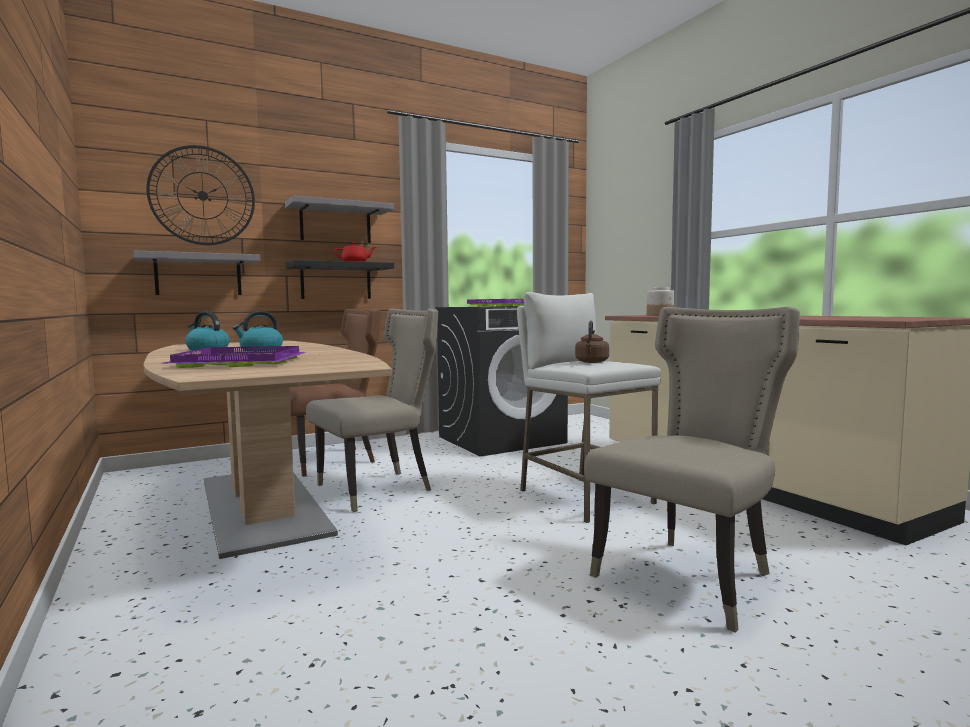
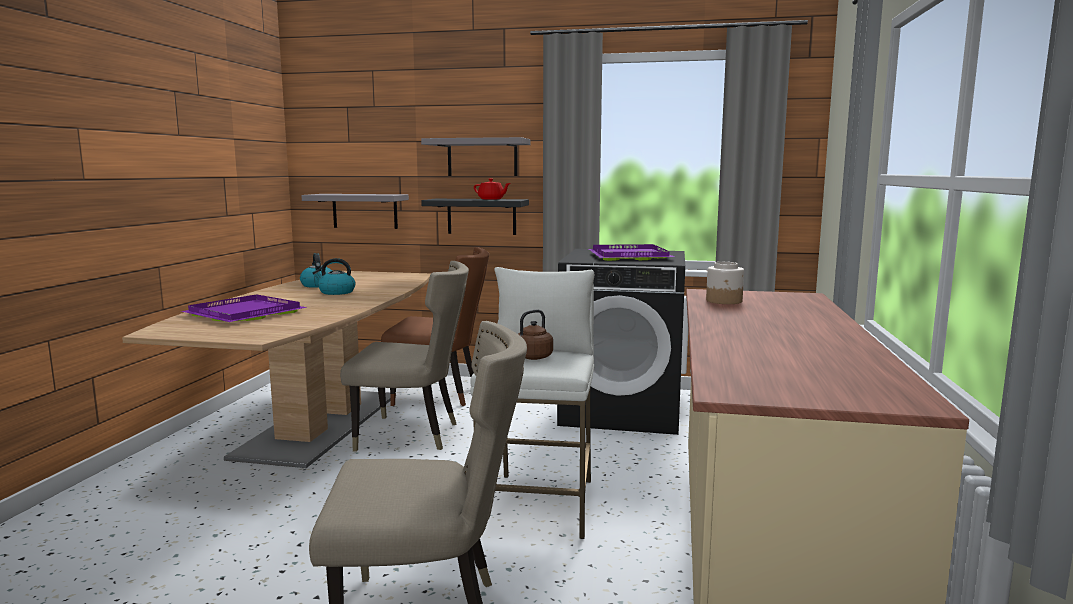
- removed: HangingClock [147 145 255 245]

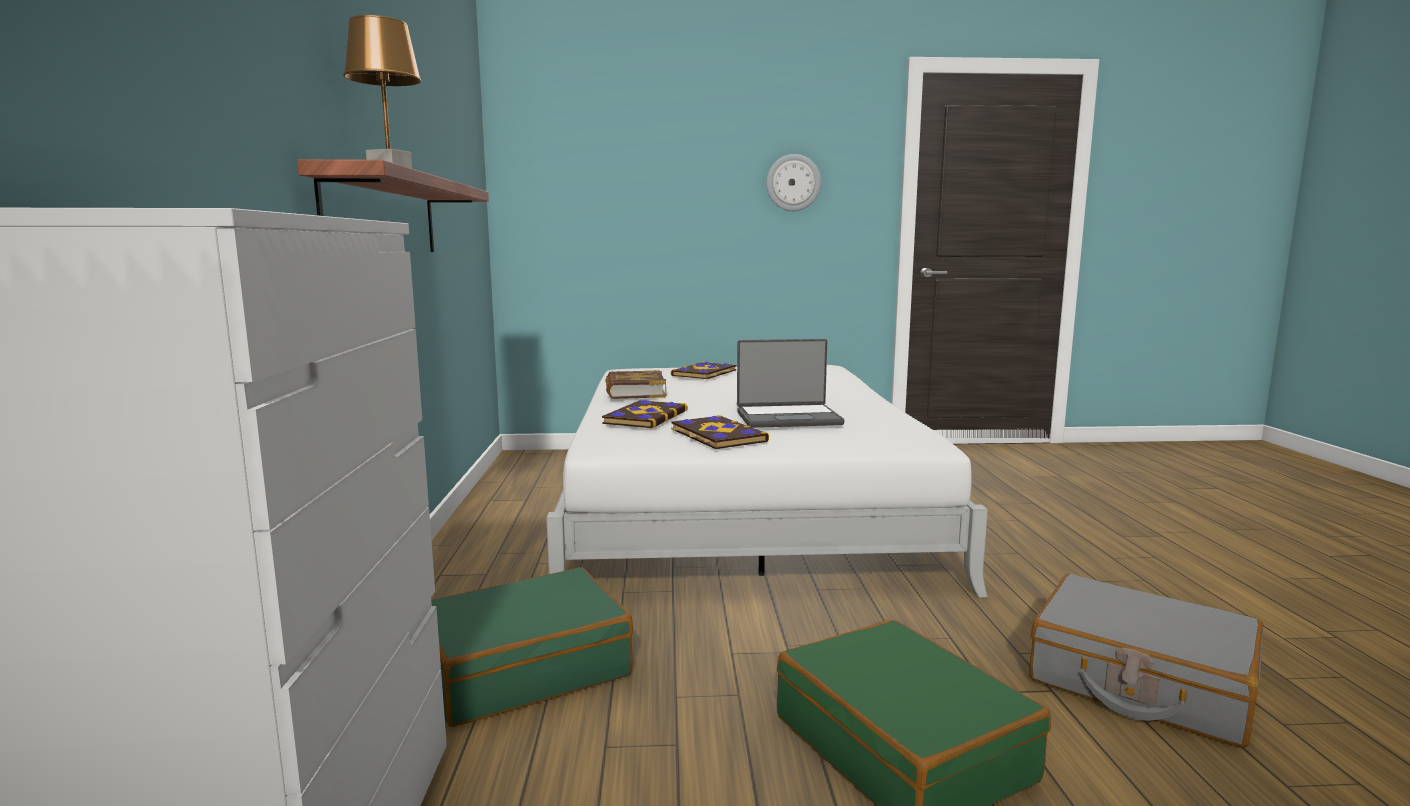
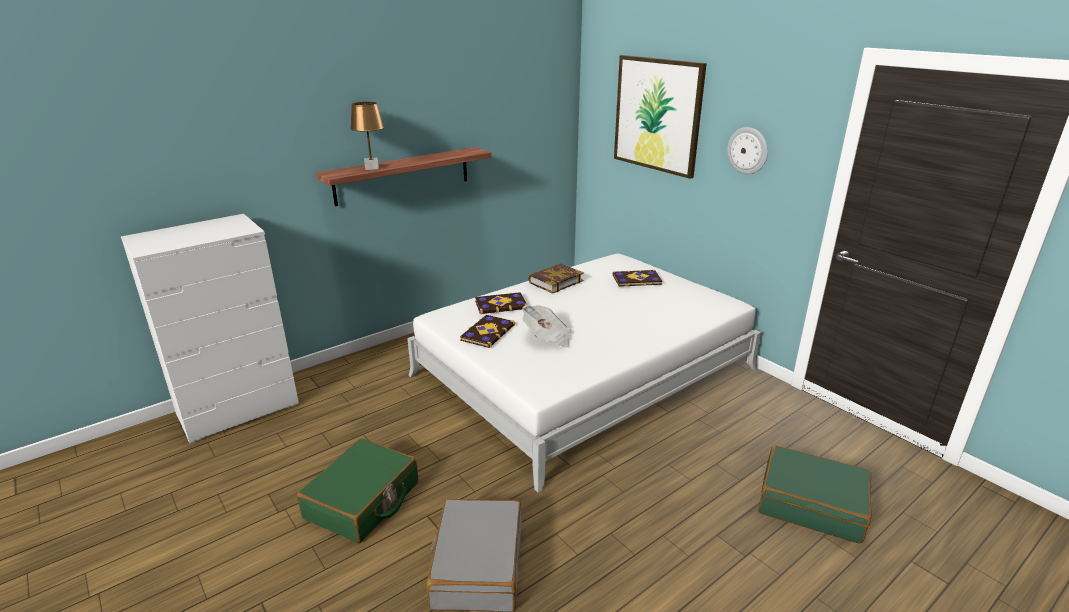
- moved: GreenishSuitcase [431 567 633 727] to [758 445 872 544]
- replaced: PortableComputer [737 339 845 428] to PrintedPaper [522 305 571 347]
- added: WallArt [614 55 707 179]

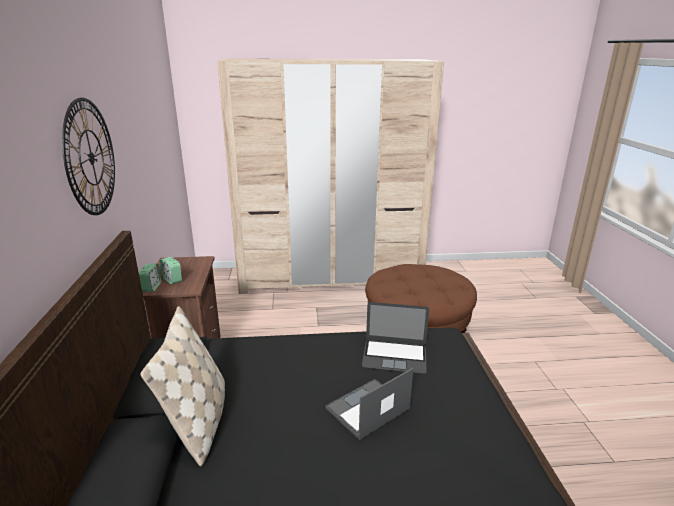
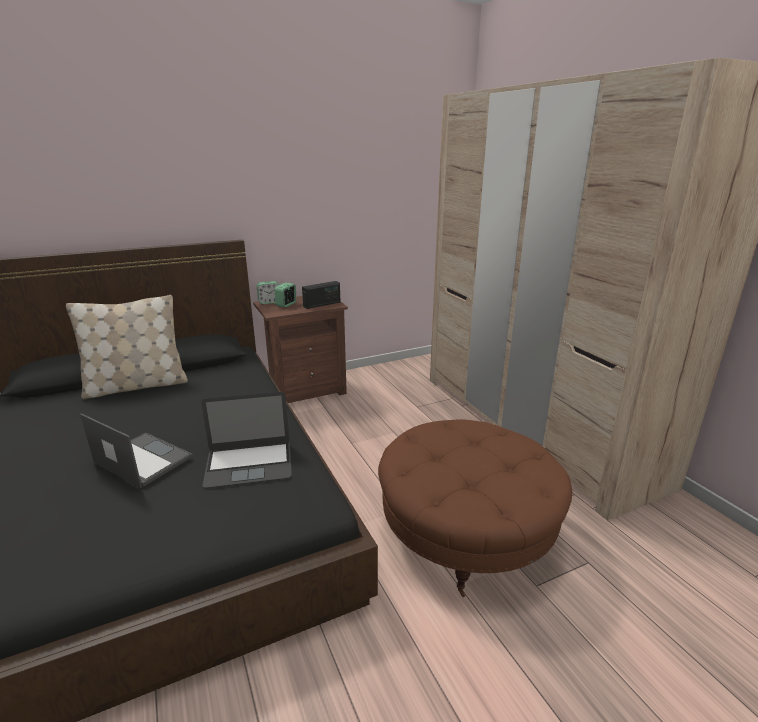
- removed: HangingClock [62 97 115 215]
- turned: PortableComputer [362 302 429 374] = [201 392 292 488] 90 degrees counterclockwise
- added: Radio [302 281 341 309]

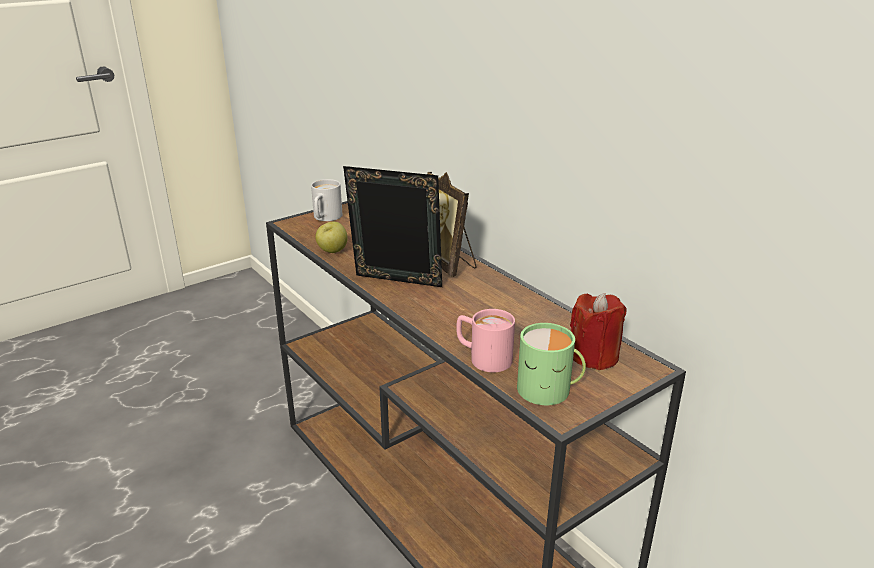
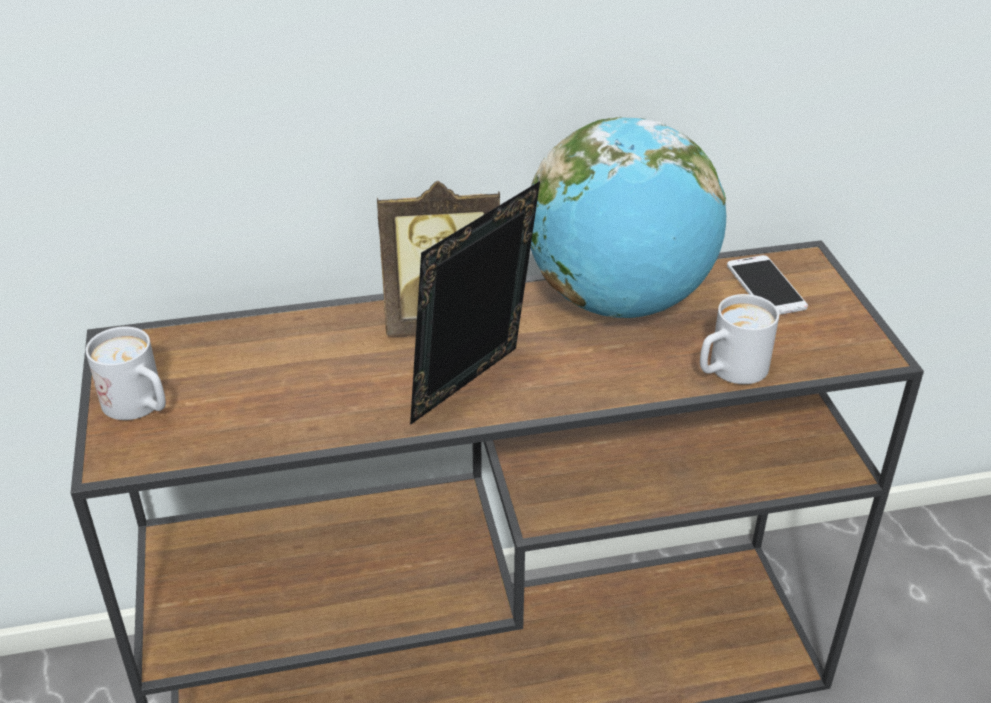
- removed: WholeApple [316 222 348 253]
- recoloured: PinkishTeaMug [456 309 515 373] to WhitishTeaMug [700 294 779 384]
- removed: GreenishTeaMug [517 323 586 405]
- replaced: ReddishWaxCandle [570 293 627 370] to Telephone [727 255 808 315]
- added: DeskGlobe [531 117 726 318]

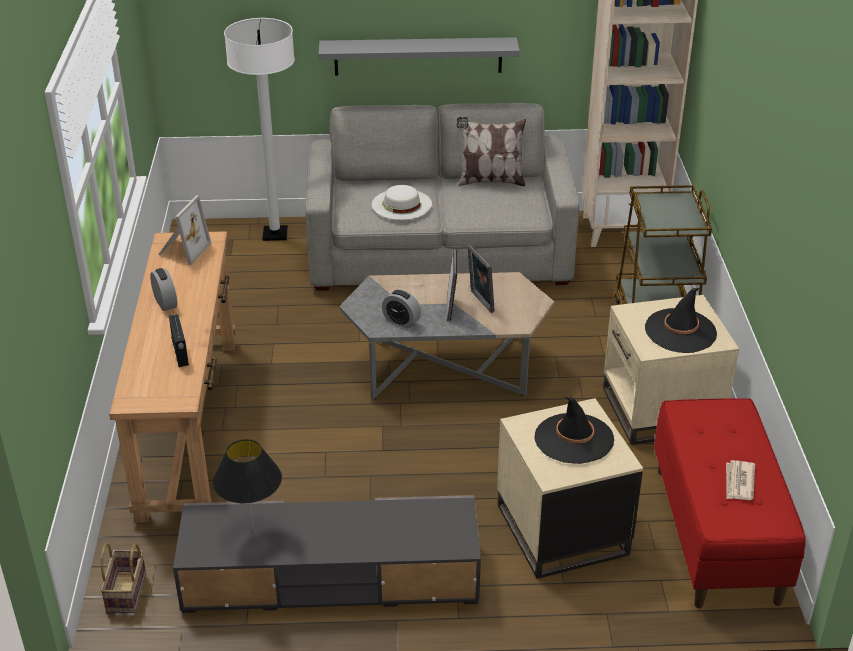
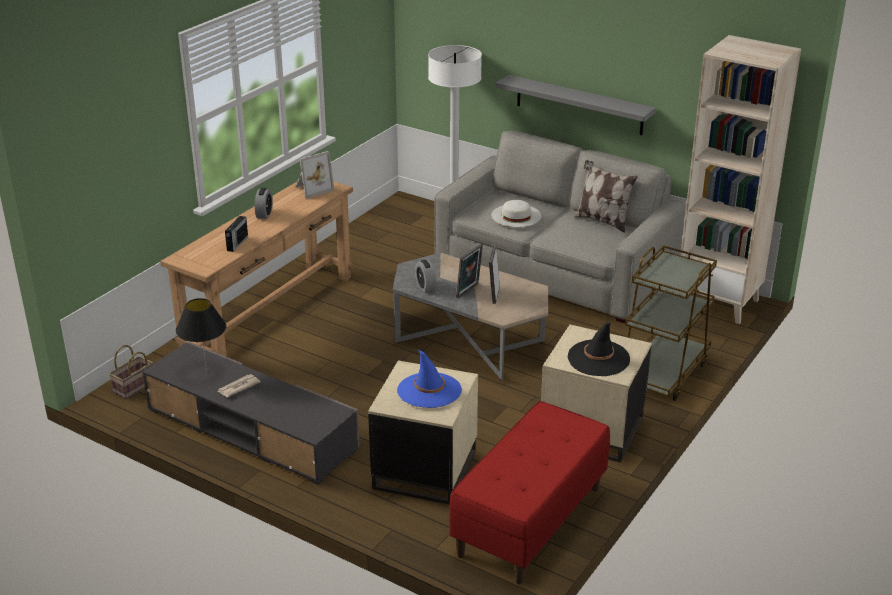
- recoloured: BlackishClothingHat [534 396 614 464] to BlueColouredClothingHat [397 349 462 408]
- moved: PrintedPaper [726 460 755 500] to [217 374 261 397]

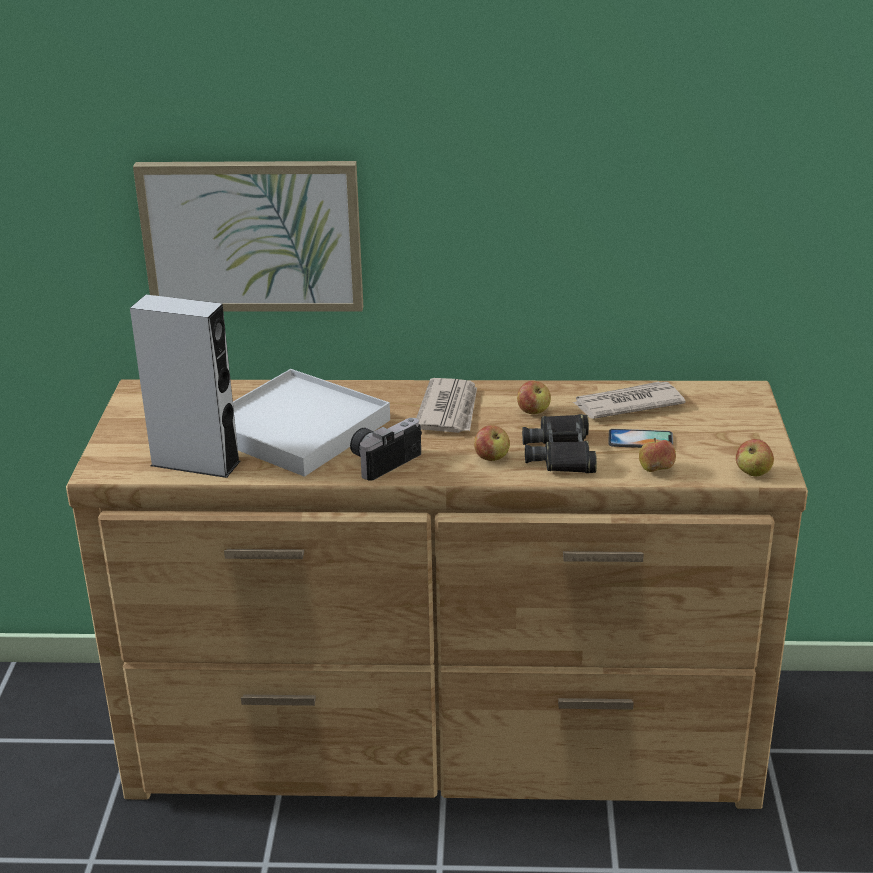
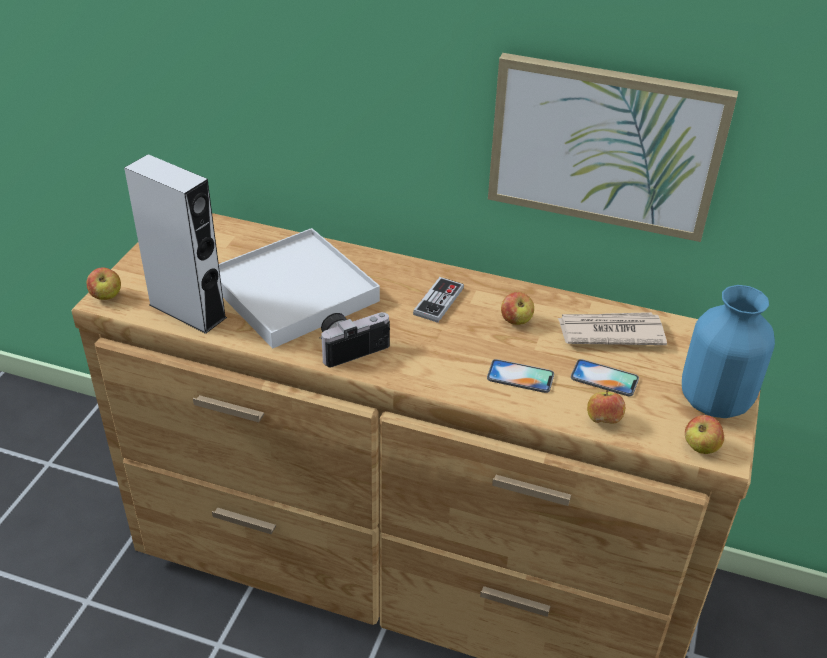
- moved: WallArt [133 161 363 312] to [488 53 738 242]
- replaced: PrintedPaper [416 378 477 433] to Joypad [413 277 464 323]
- moved: WholeApple [474 425 510 461] to [87 267 121 300]
- replaced: BlackishFieldGlasses [522 414 597 473] to Telephone [487 359 554 393]
- added: BlueColouredVase [682 285 775 418]

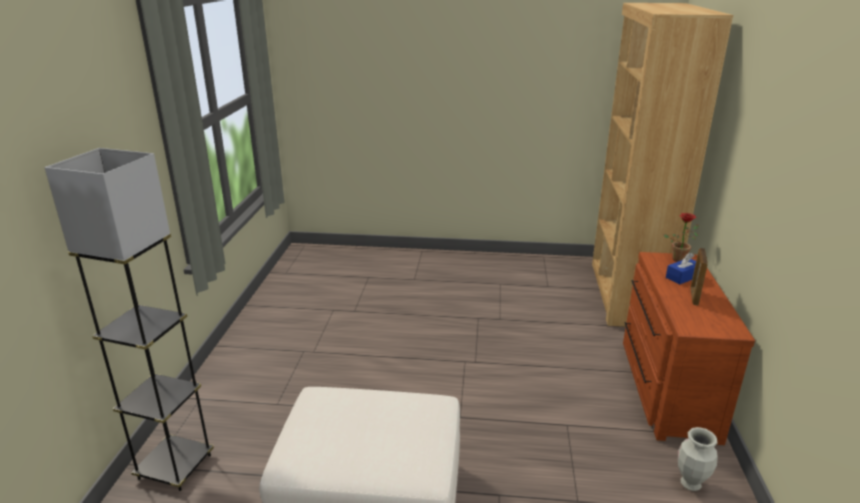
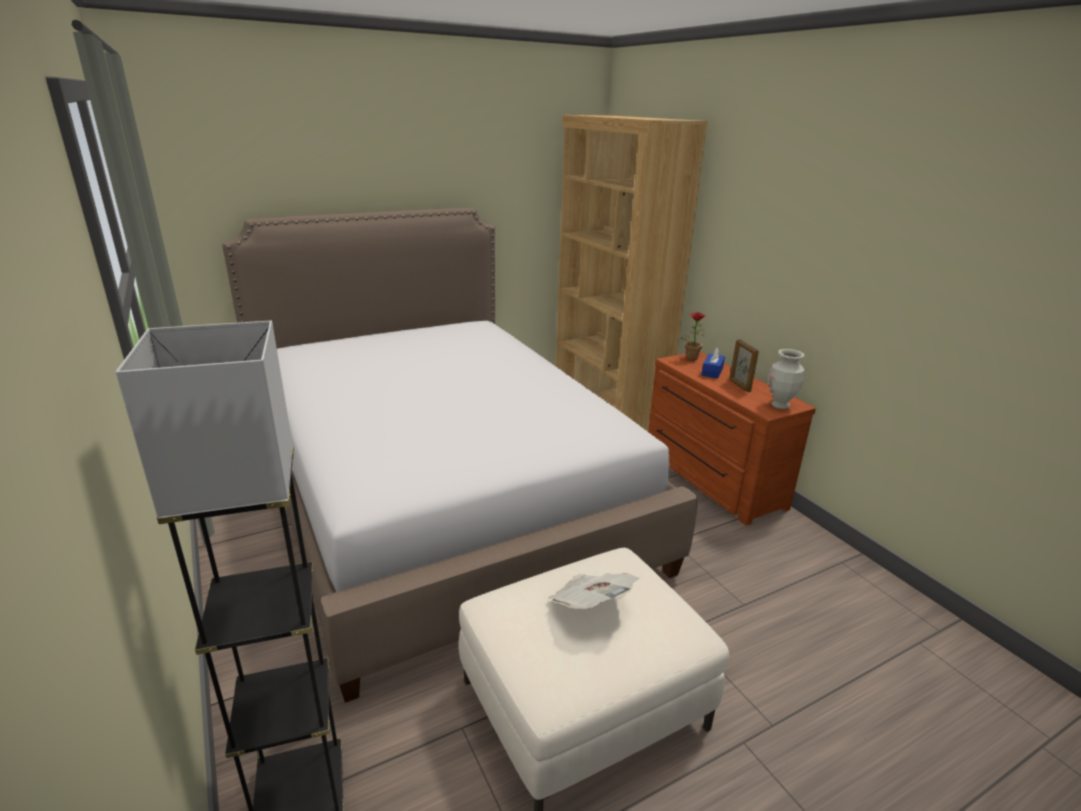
- moved: Vase [678 427 718 491] to [769 349 804 409]
- added: BedroomBed [222 208 698 703]
- added: PrintedPaper [549 573 639 609]

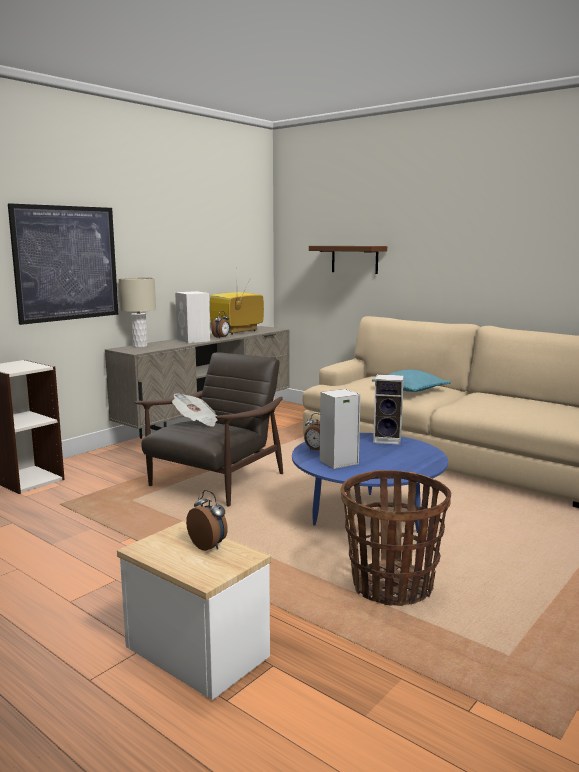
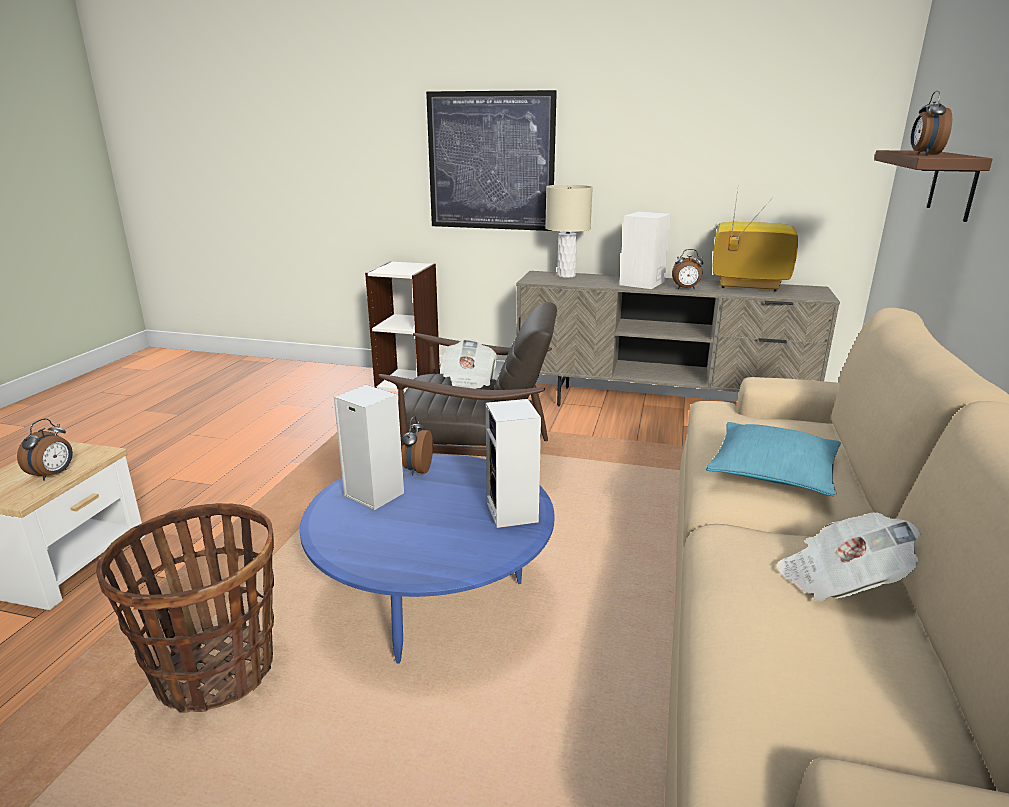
- added: PrintedPaper [777 513 921 602]
- added: AlarmClock [911 91 952 155]

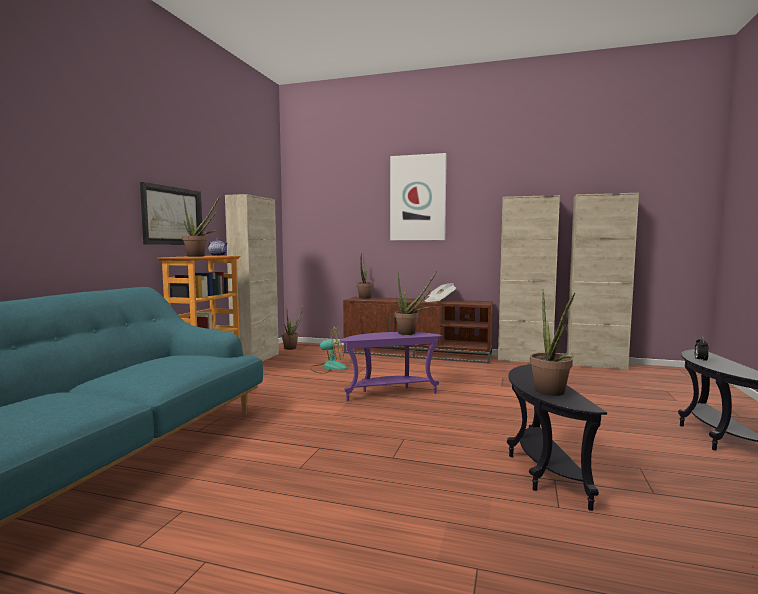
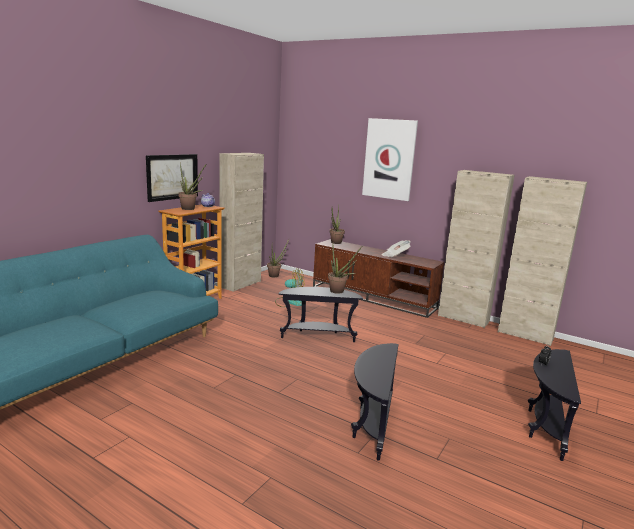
- recoloured: PurpleColouredSideTable [340 332 443 401] to BlackishSideTable [278 287 363 342]
- removed: PottedPlant [530 289 575 396]

